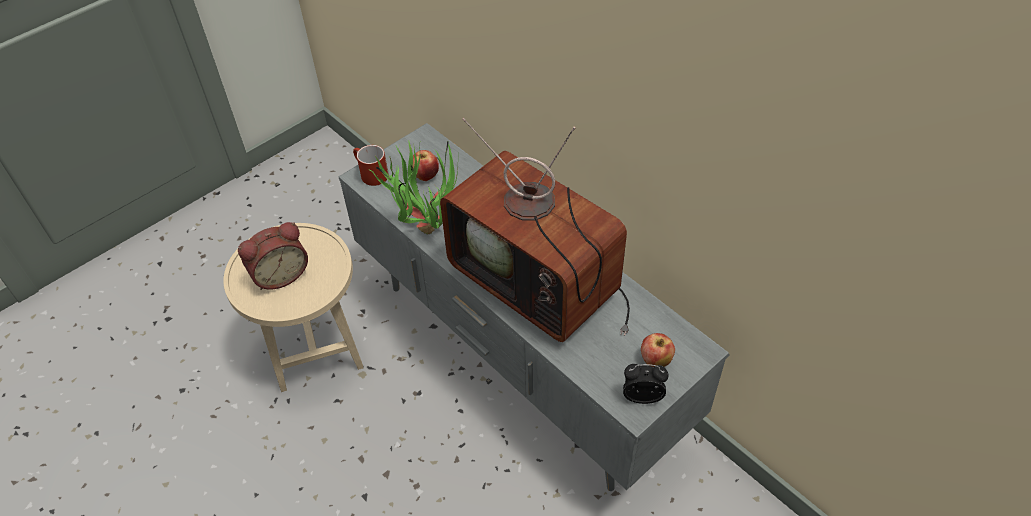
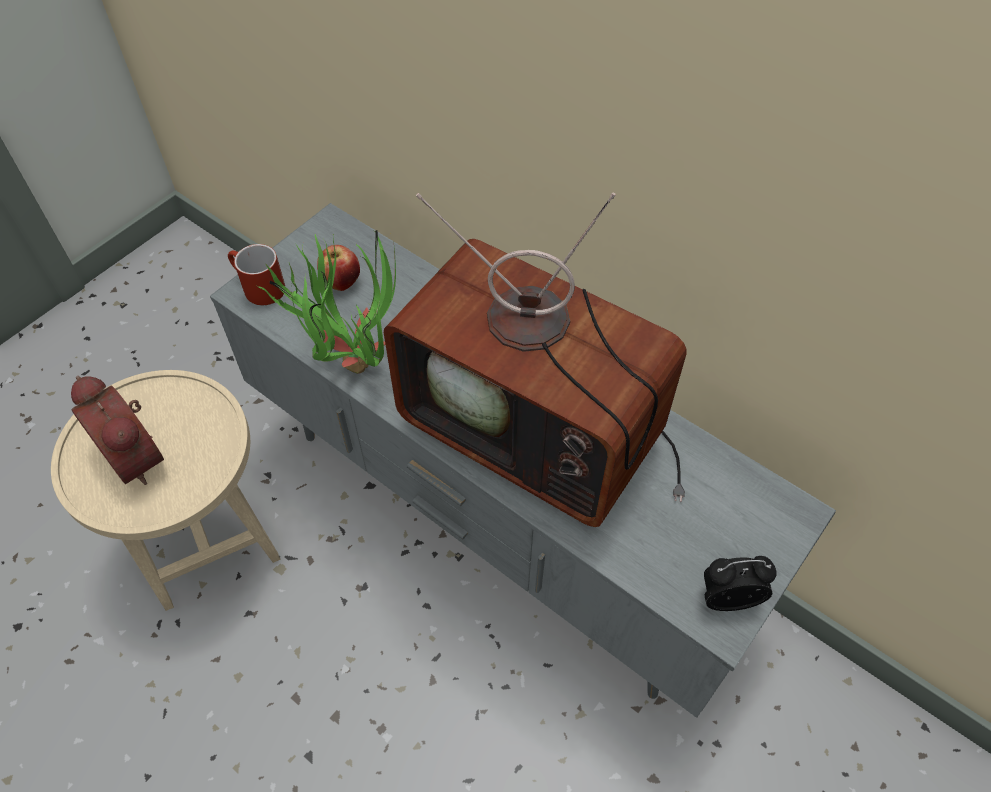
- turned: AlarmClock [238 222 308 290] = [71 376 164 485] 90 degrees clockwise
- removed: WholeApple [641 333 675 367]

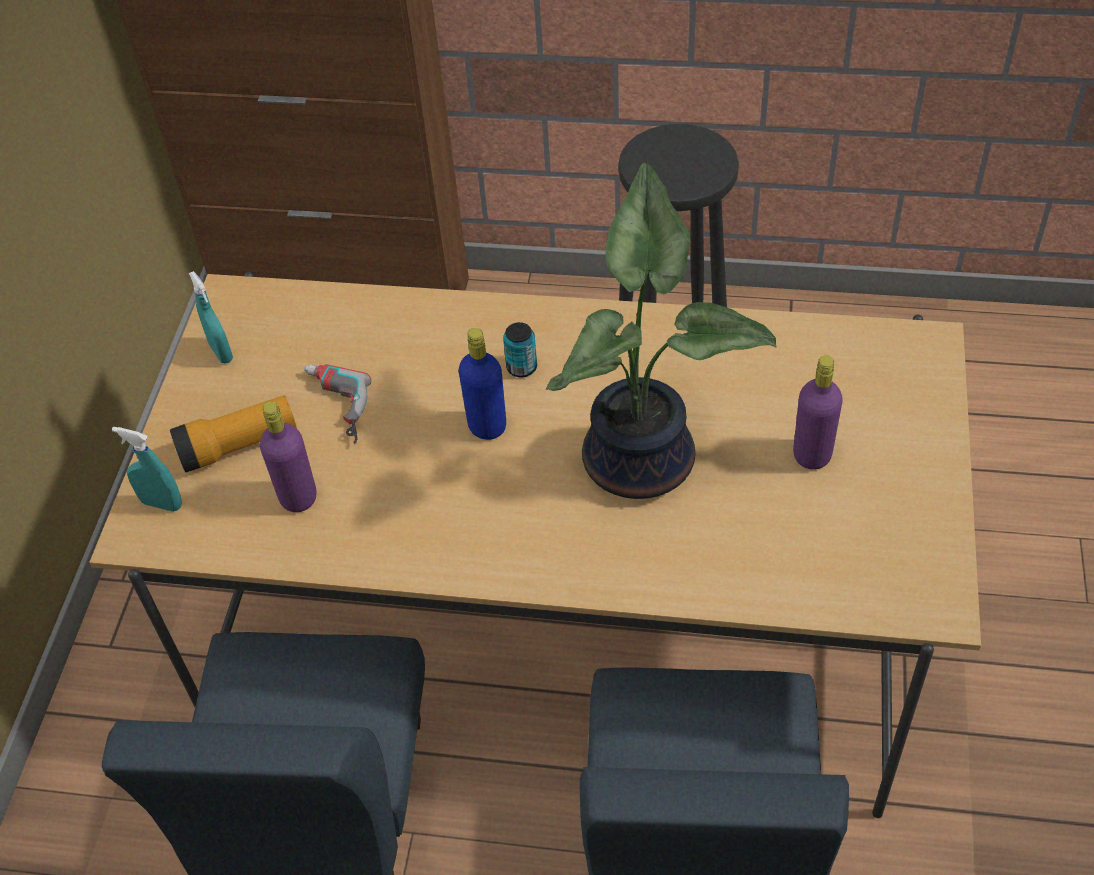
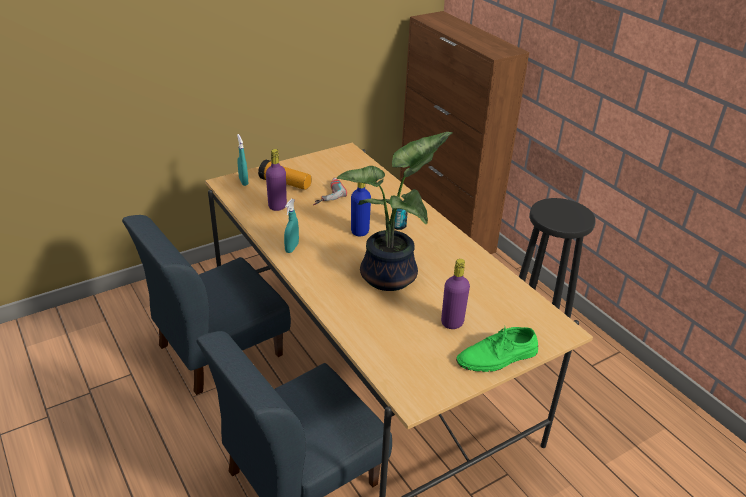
- moved: TurquoiseSprayer [189 271 233 363] to [284 199 299 253]
- added: GreenishLowShoe [456 327 538 372]

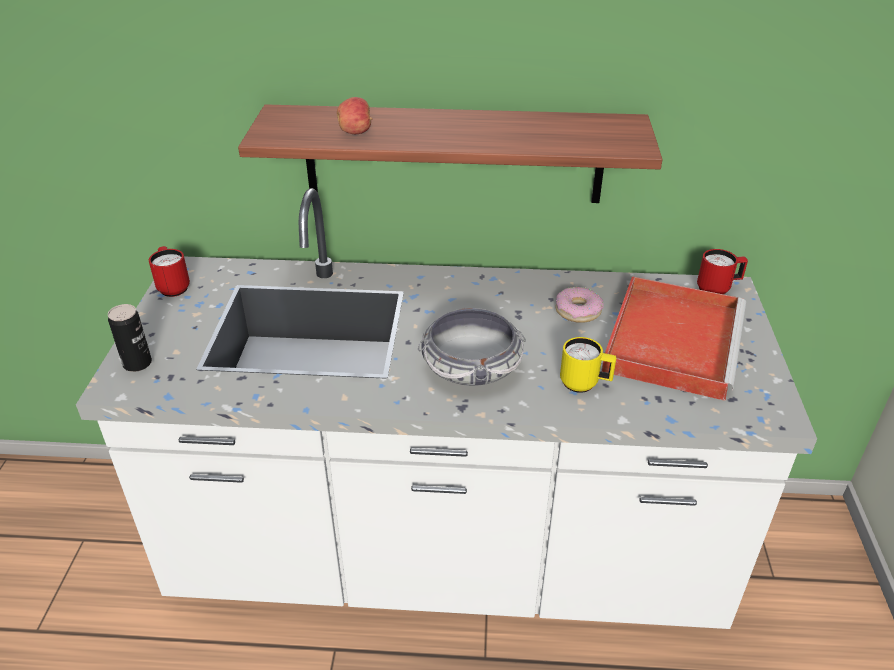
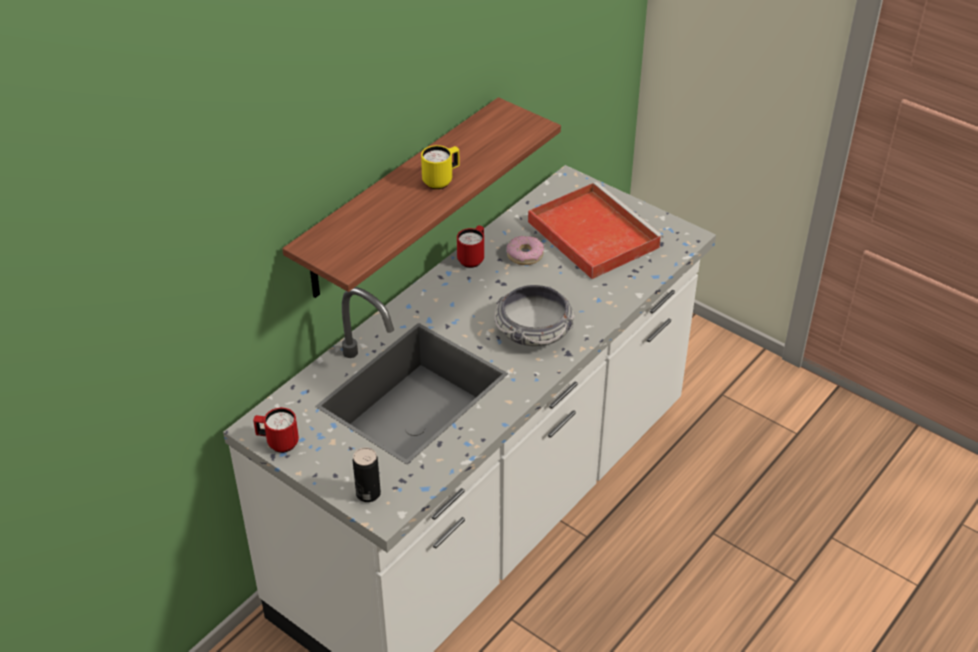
- removed: WholeApple [337 97 373 134]
- moved: YellowishTeaMug [560 337 616 393] to [421 145 460 190]
- moved: ReddishTeaMug [697 249 748 295] to [457 225 484 268]

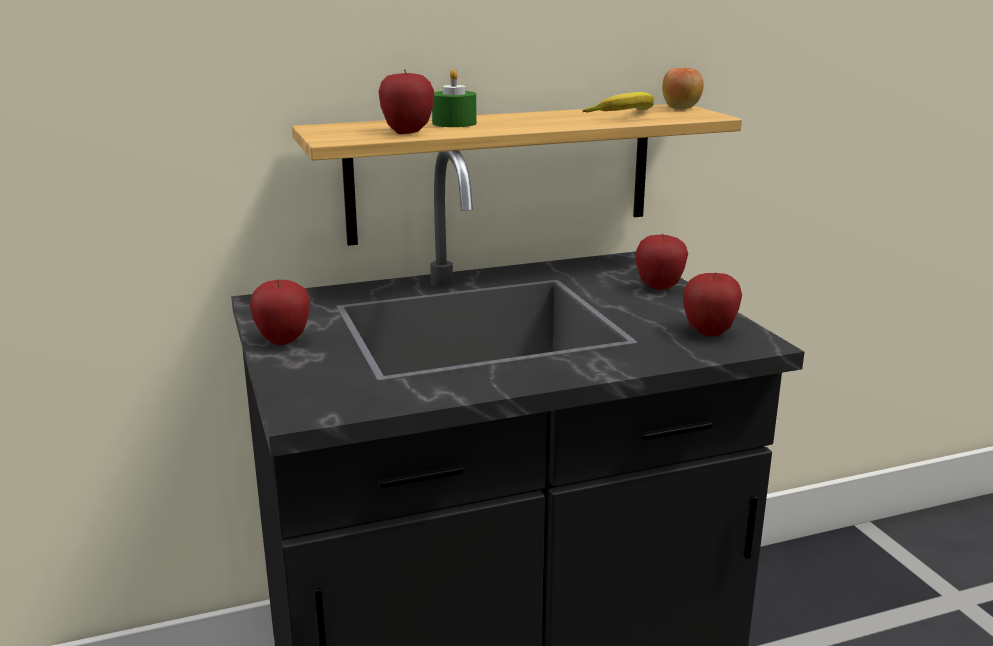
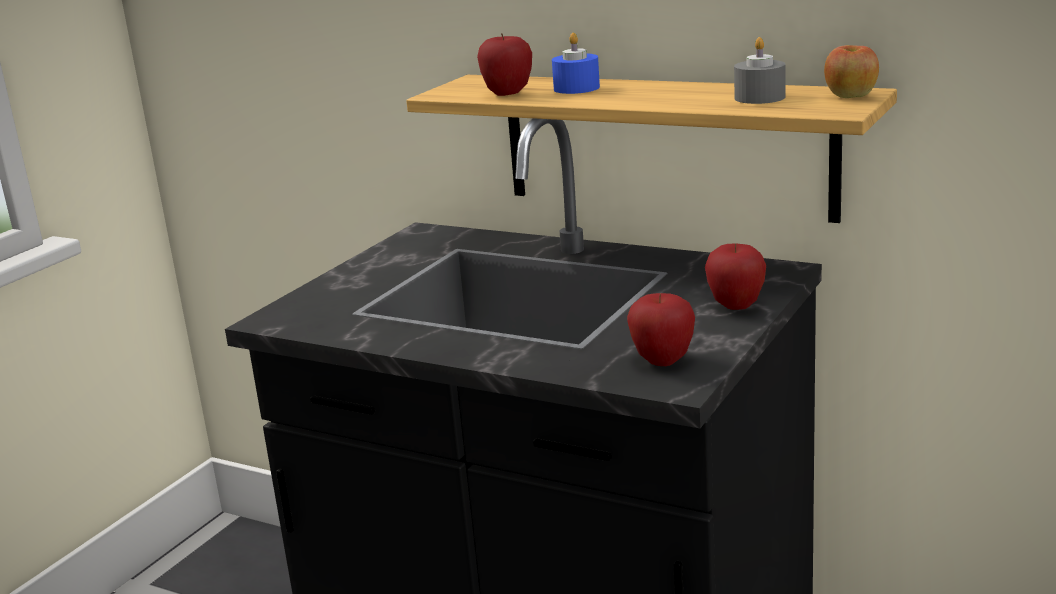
- removed: WholeApple [250 279 310 345]
- recoloured: GreenishWaxCandle [432 68 477 127] to BlueColouredWaxCandle [552 33 600 94]
- replaced: Banana [582 92 654 112] to GreyishWaxCandle [734 37 786 104]

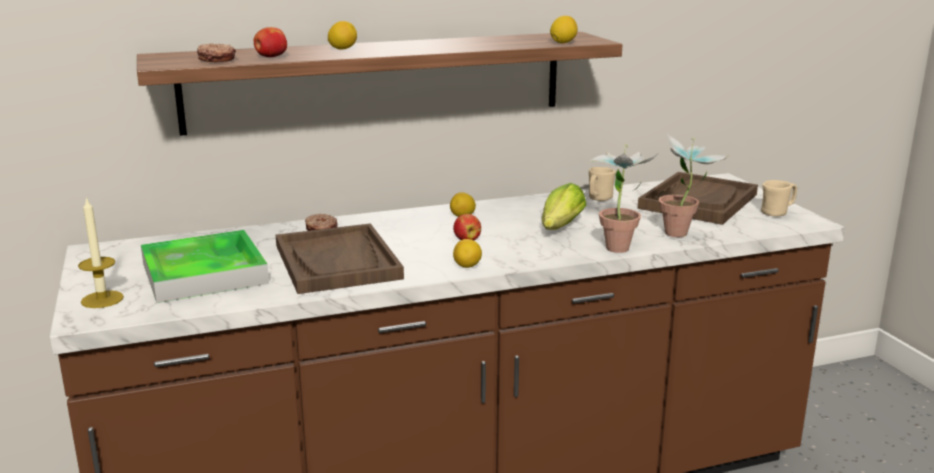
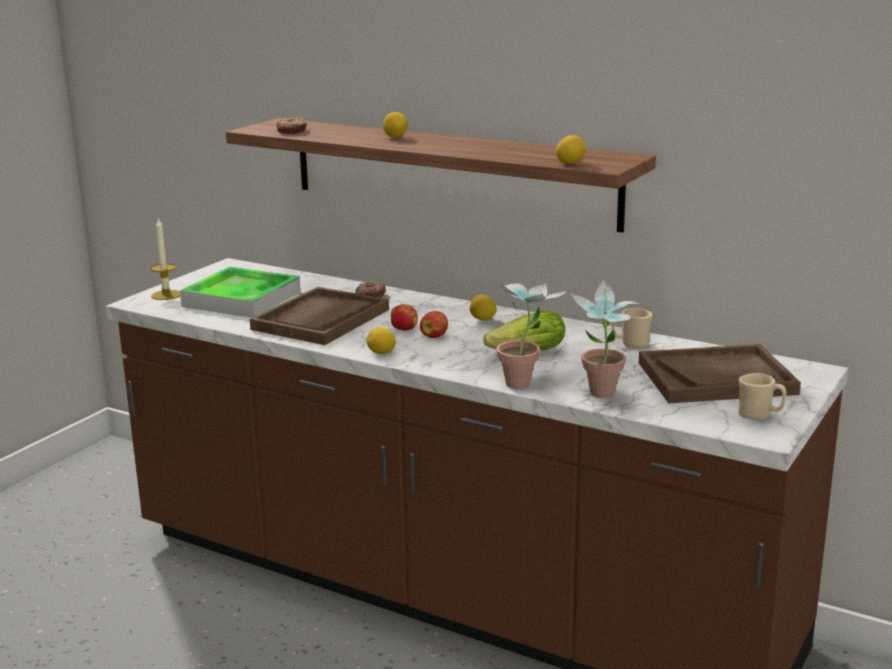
- moved: WholeApple [254 27 287 57] to [391 304 418 331]

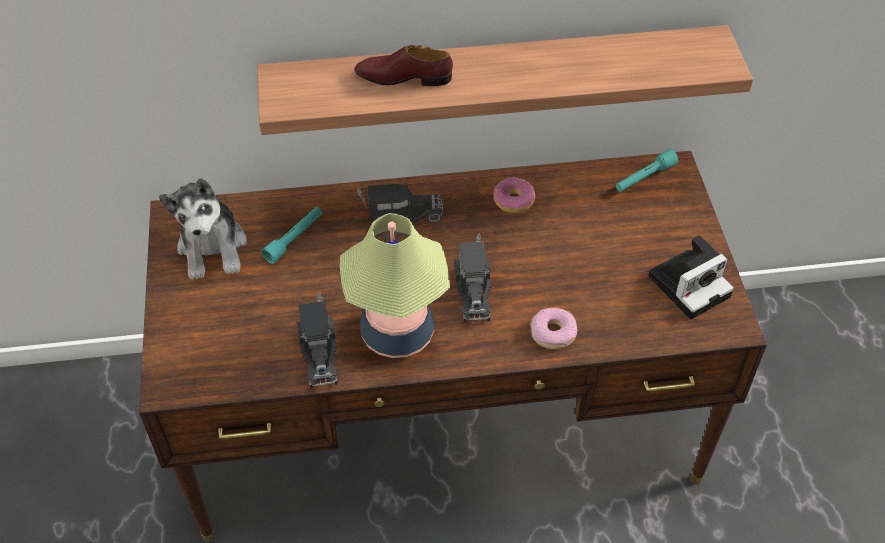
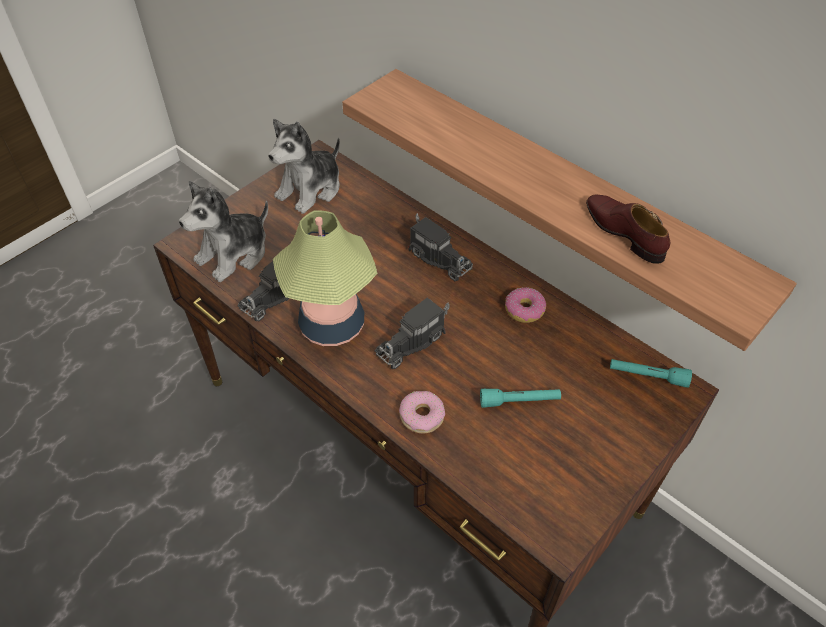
- moved: TurquoiseFlashlight [261 207 322 264] to [480 389 561 408]
- moved: BrownLowShoe [355 45 453 86] to [586 195 670 263]
- removed: StillCamera [648 235 734 319]
- added: SoftToy [179 181 268 282]

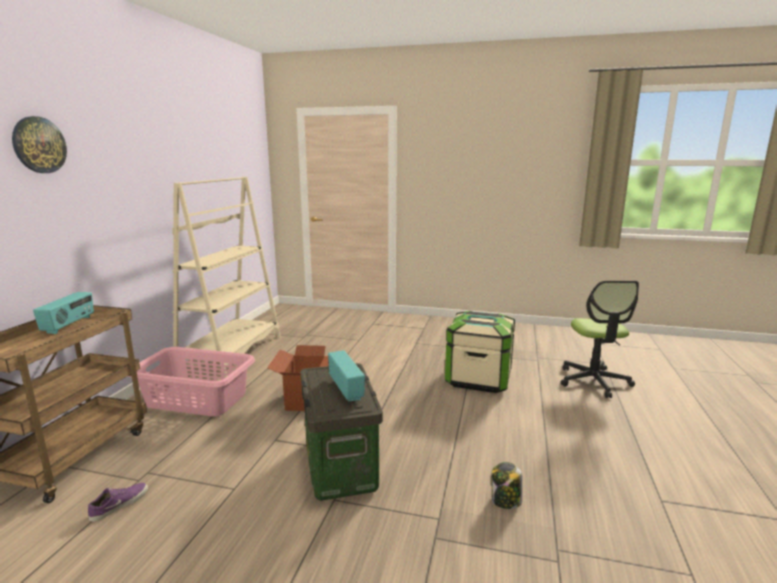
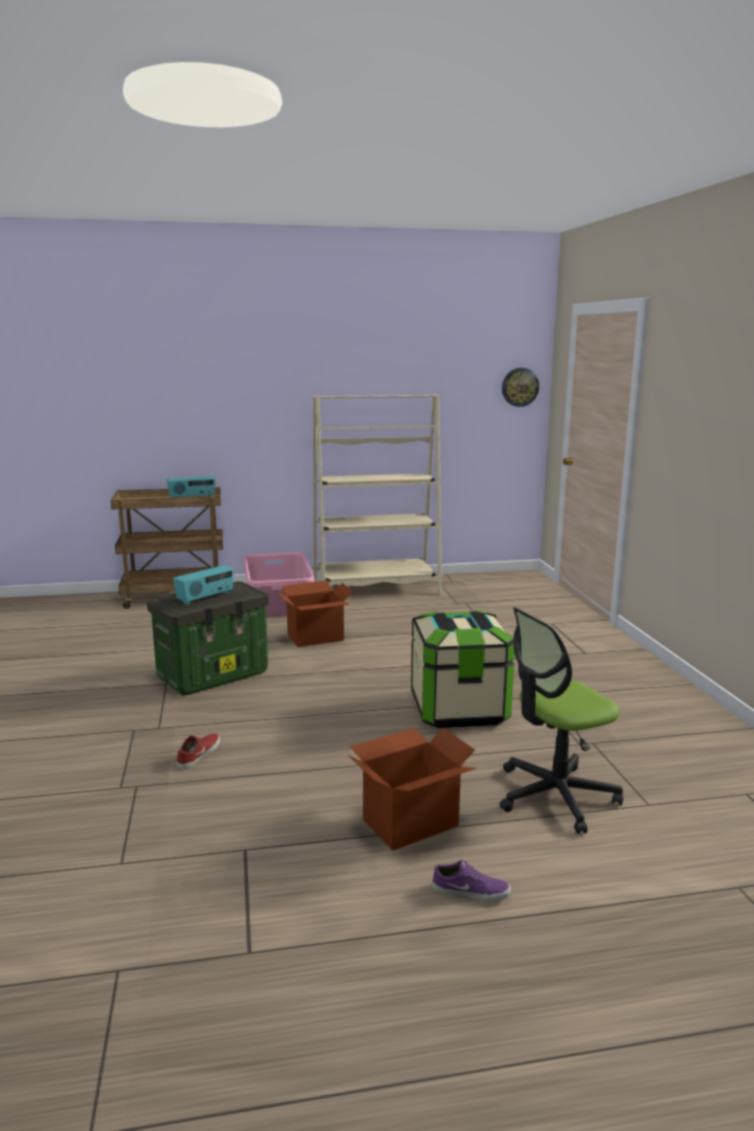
- moved: HangingClock [12 116 67 173] to [502 368 539 407]
- moved: PurpleColouredLowShoe [88 483 148 522] to [432 860 511 902]
- replaced: Jar [492 462 522 509] to ReddishLowShoe [177 734 220 769]
- added: CardboardBox [348 727 477 851]

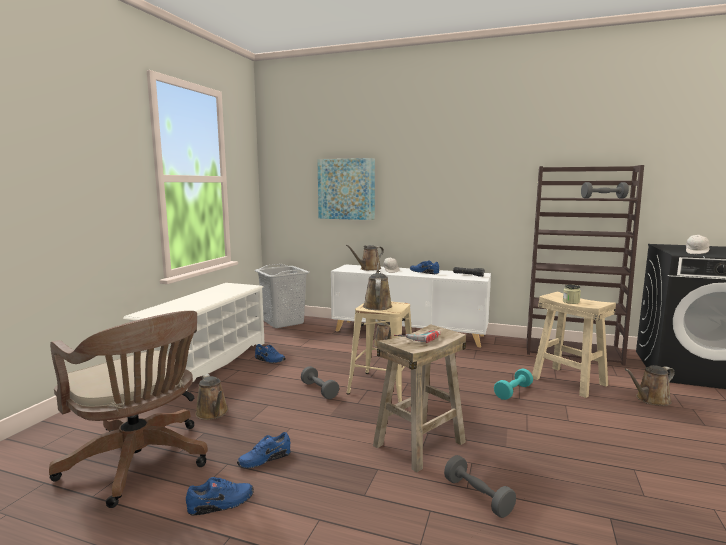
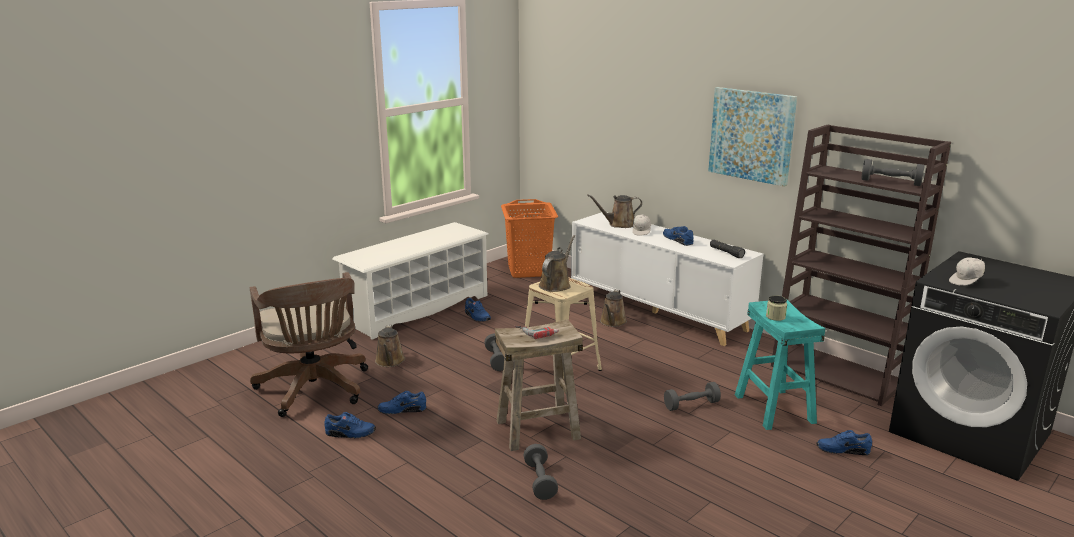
- recoloured: GreyishHamper [255 264 310 328] to OrangeyHamper [501 199 558 278]
- moved: WallArt [317 158 375 220] to [708 87 797 187]
- recoloured: TurquoiseFreeWeight [494 368 533 400] to GreyishFreeWeight [664 382 721 411]
- recoloured: BeigeColouredSittingStool [532 291 616 398] to TurquoiseSittingStool [735 300 825 430]
- replaced: BrownSprinklingCan [624 365 675 406] to BlueColouredLowShoe [816 430 872 455]

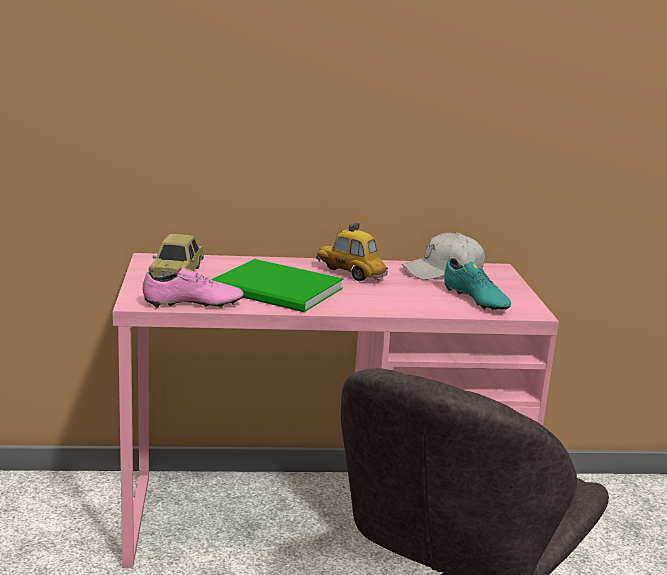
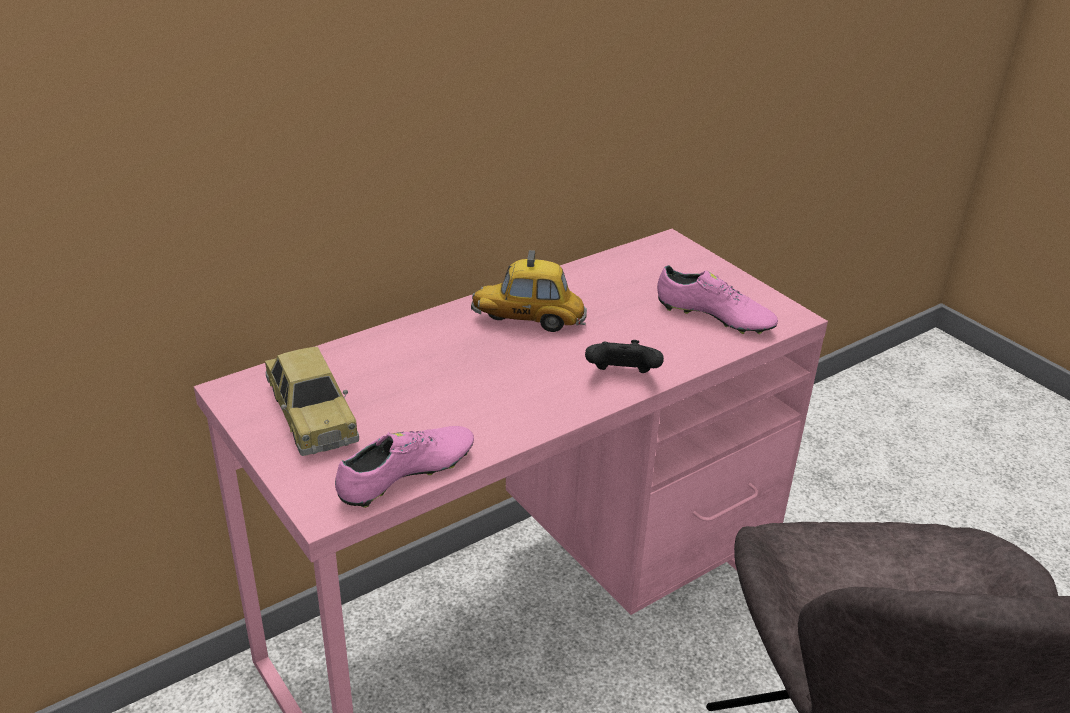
- removed: GreenishBook [211 259 343 312]
- removed: WhitishBaseballCap [402 232 485 280]
- recoloured: TurquoiseLowShoe [444 258 511 312] to PinkishLowShoe [657 265 778 334]
- added: BlackishJoypad [585 340 664 373]

